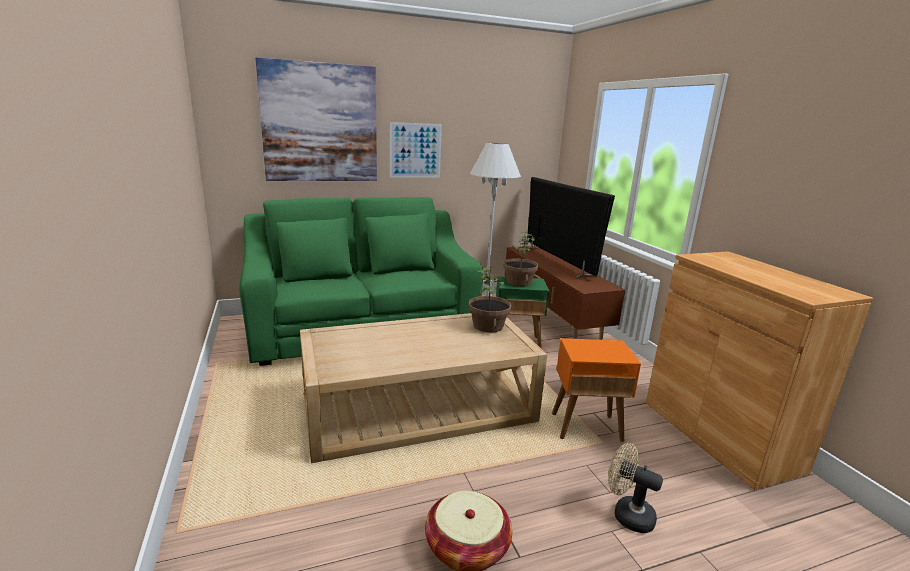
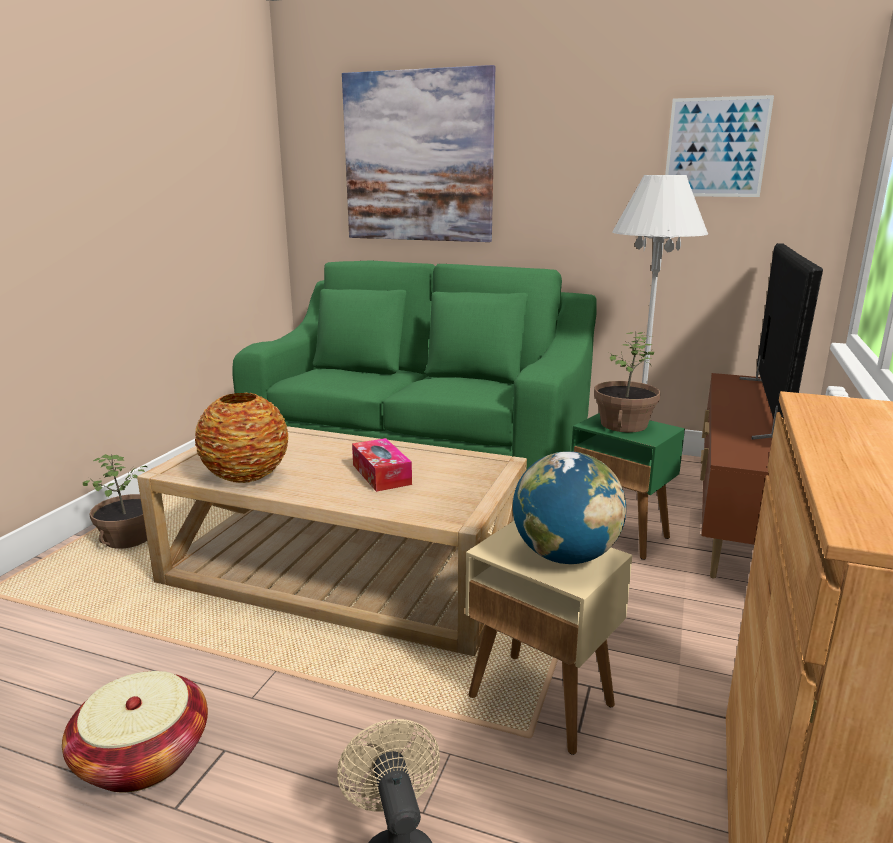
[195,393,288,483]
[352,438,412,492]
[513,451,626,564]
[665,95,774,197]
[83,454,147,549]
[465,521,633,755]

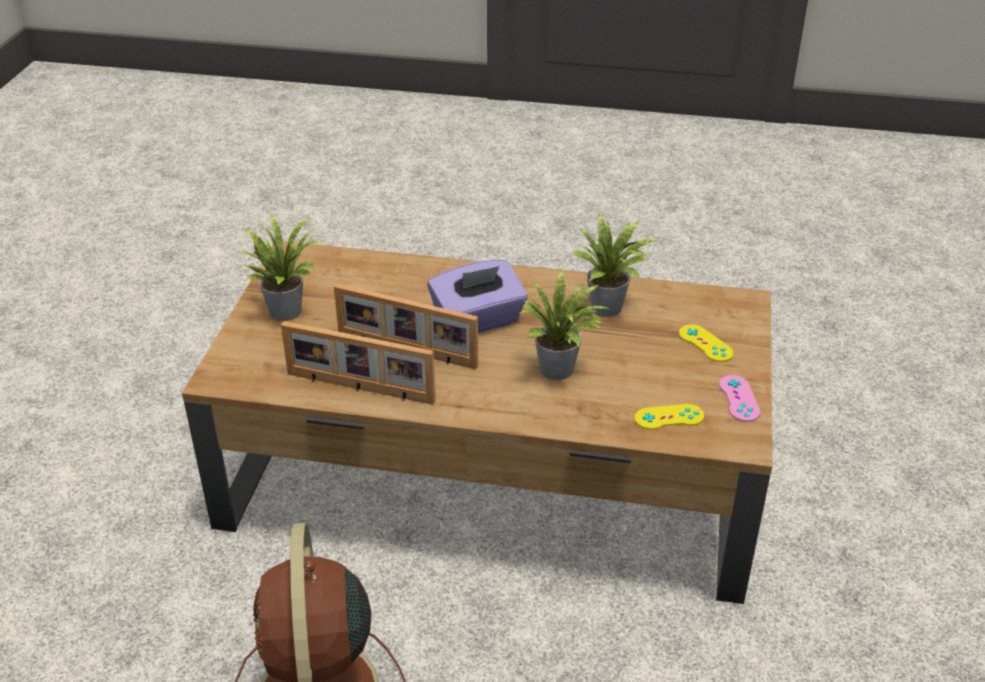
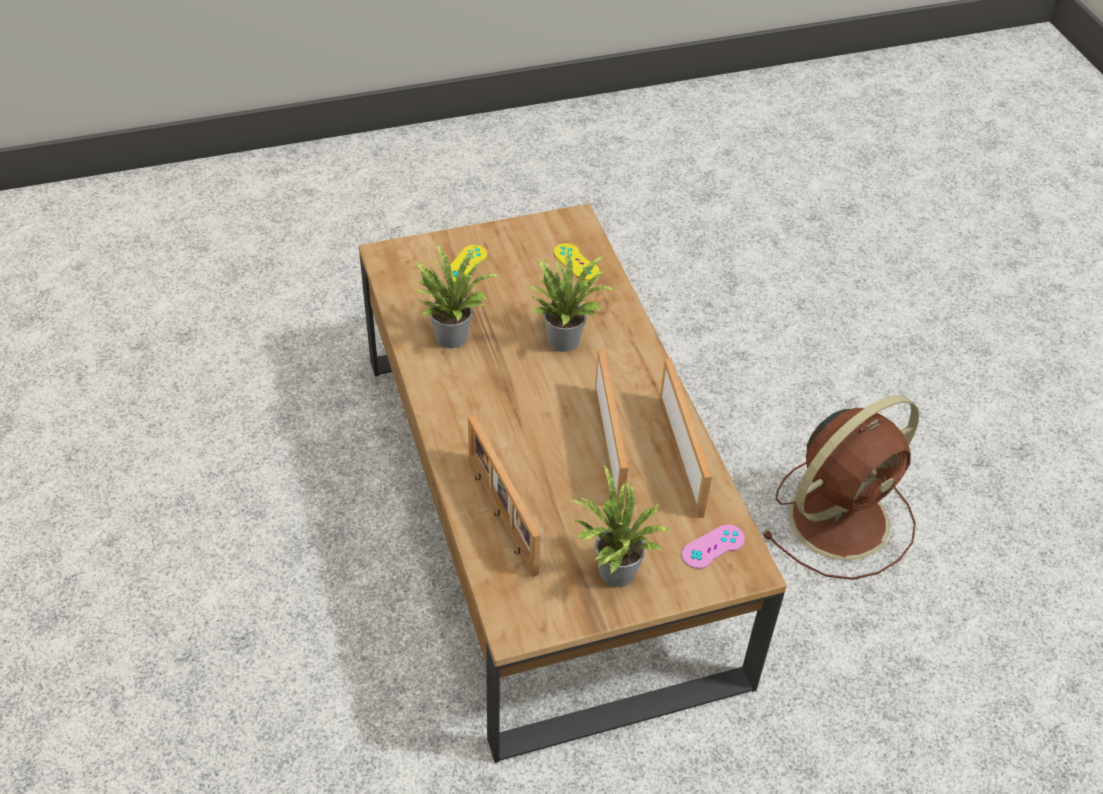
[427,260,528,333] (first image)
[468,415,541,577]
[682,524,745,569]

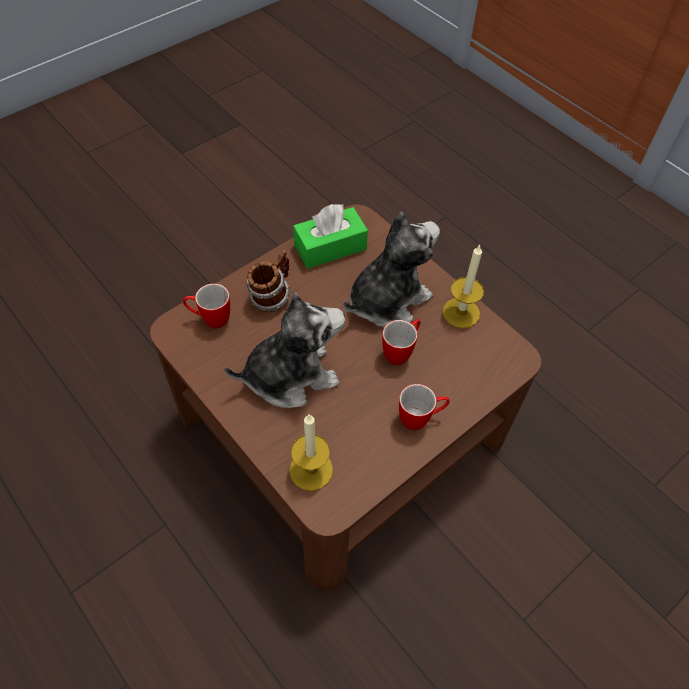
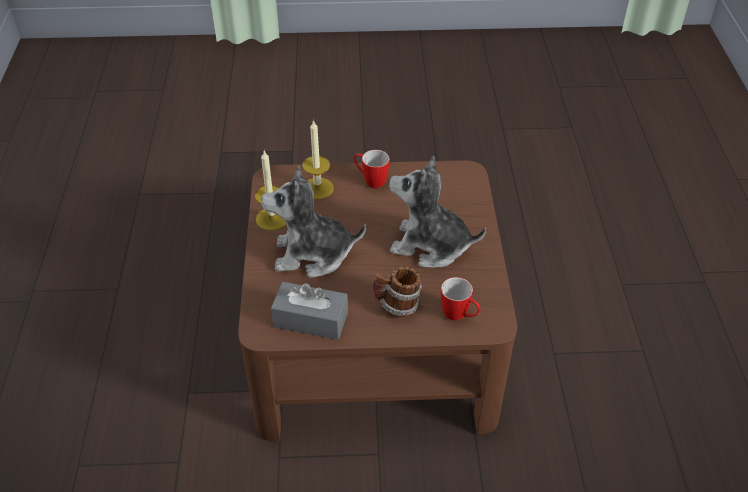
[382,319,420,365] (first image)
[302,120,334,199]
[271,282,348,340]

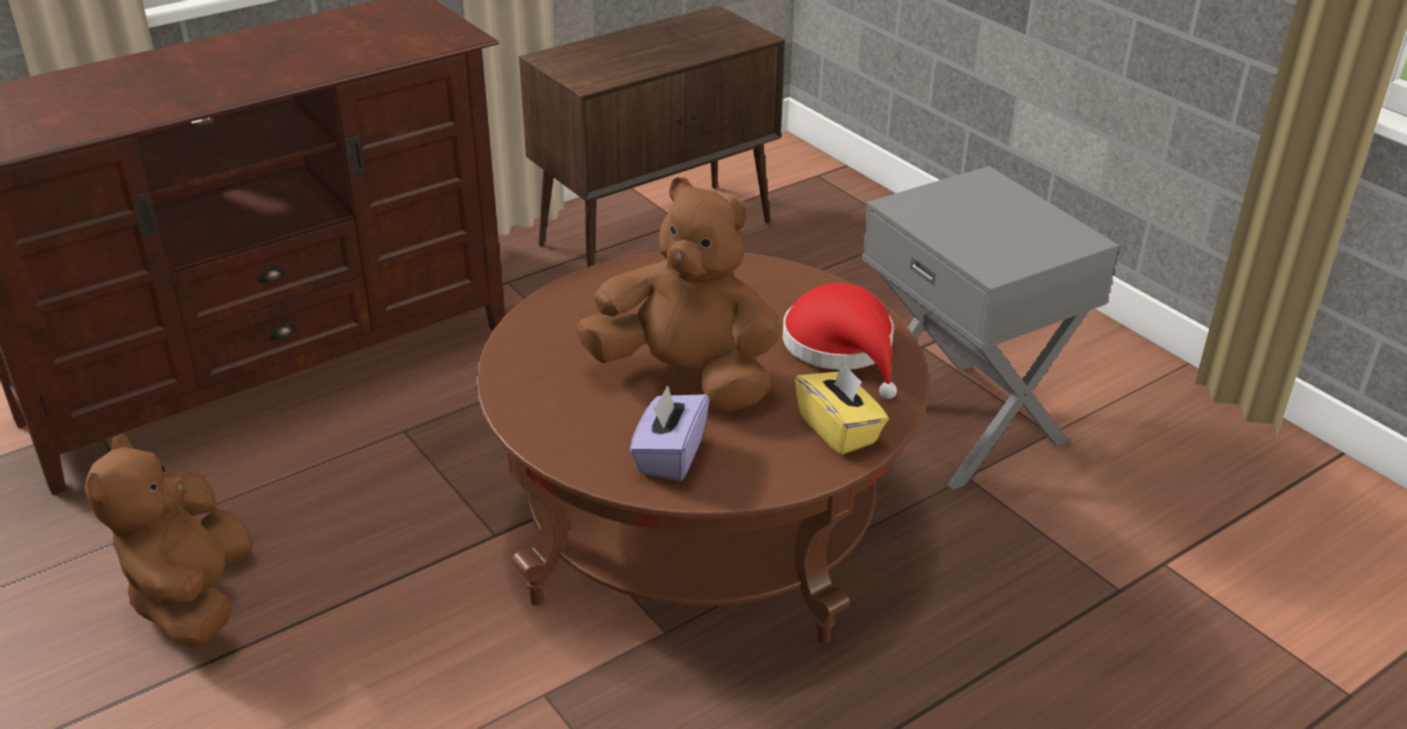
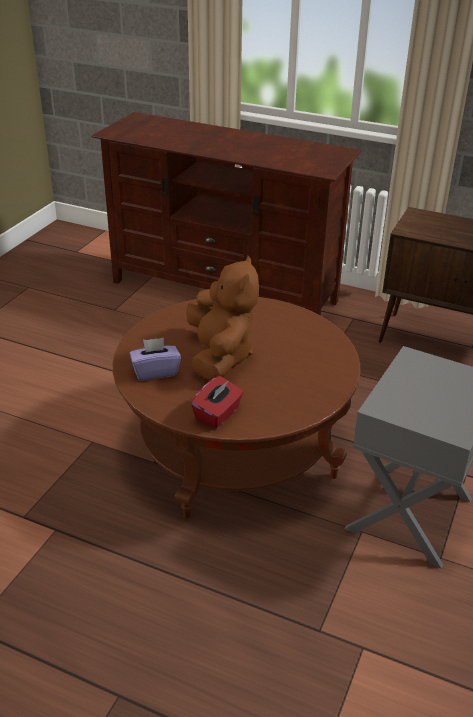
[84,434,253,648] (first image)
[783,283,897,399] (first image)
[191,376,244,428]

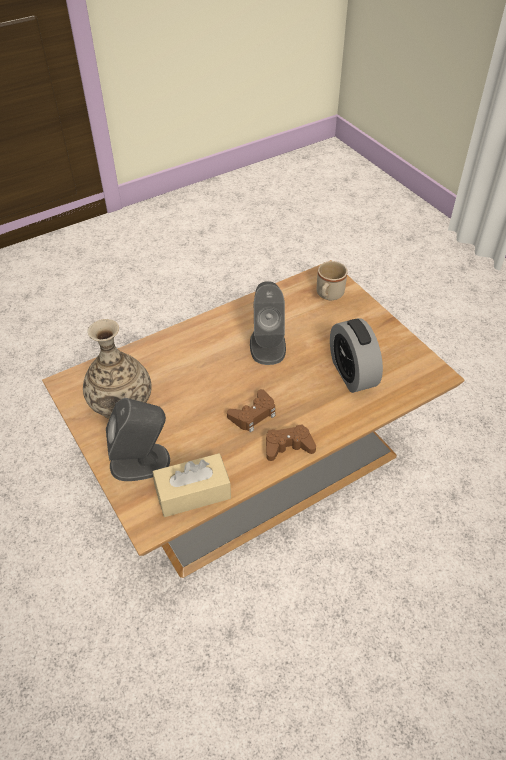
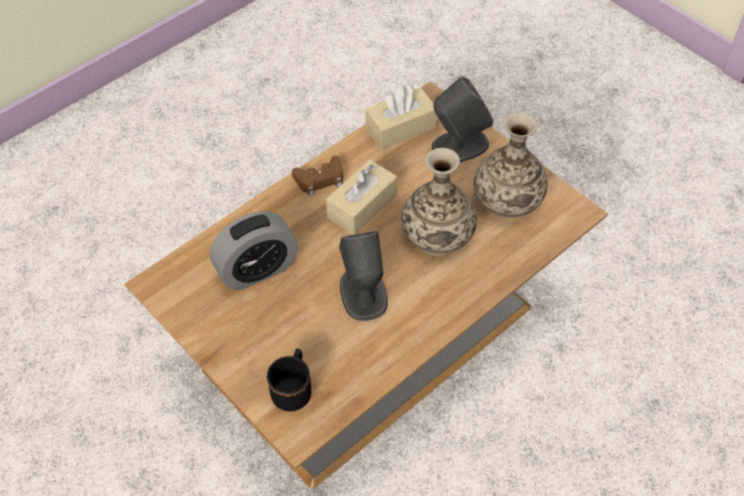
[402,148,477,256]
[326,160,397,235]
[267,349,311,411]
[210,211,298,291]

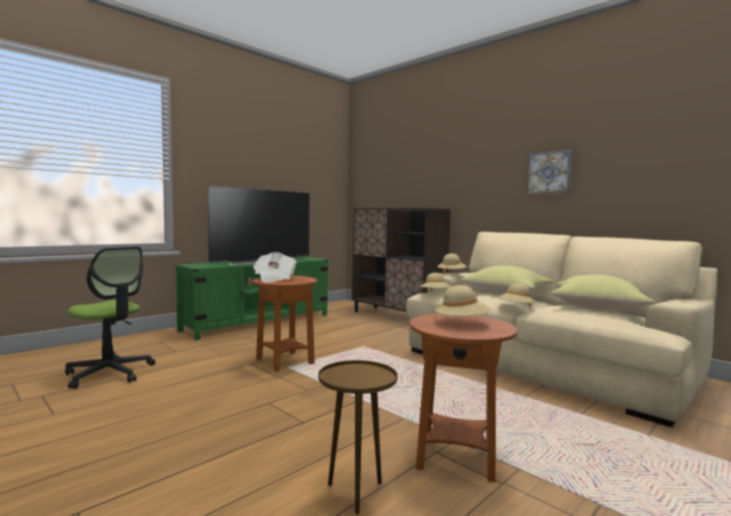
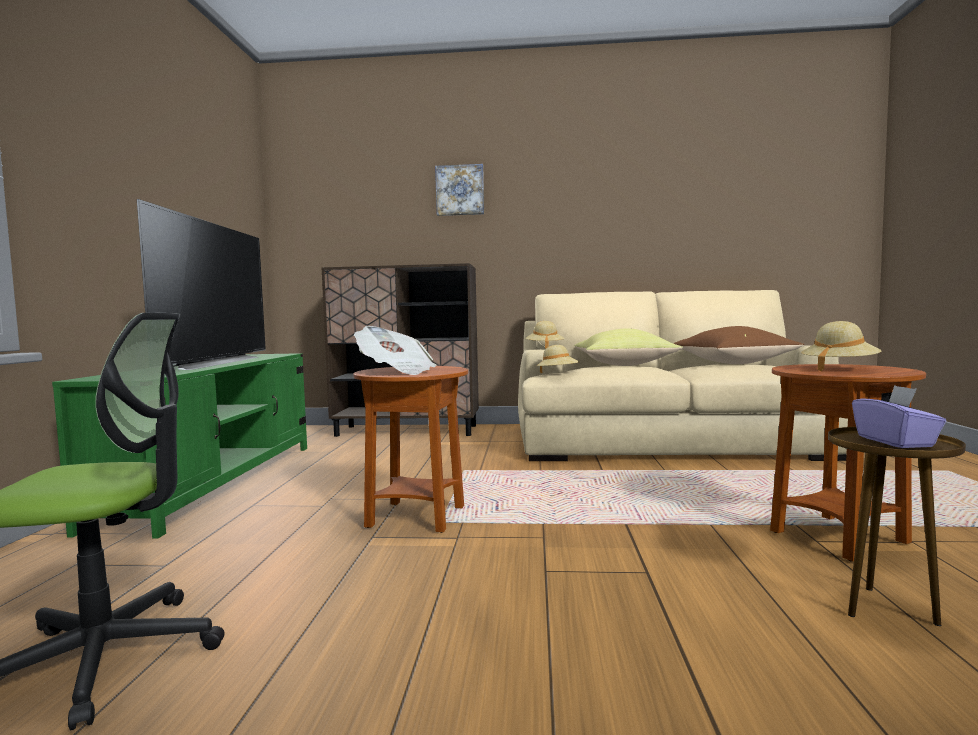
[498,283,536,307] (first image)
[852,385,946,448]
[435,164,484,216]
[673,326,804,364]

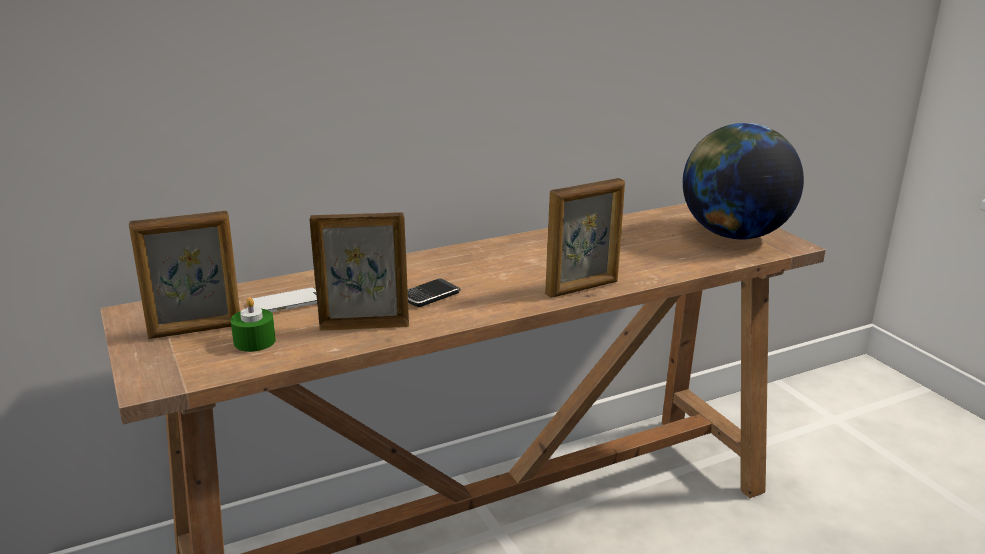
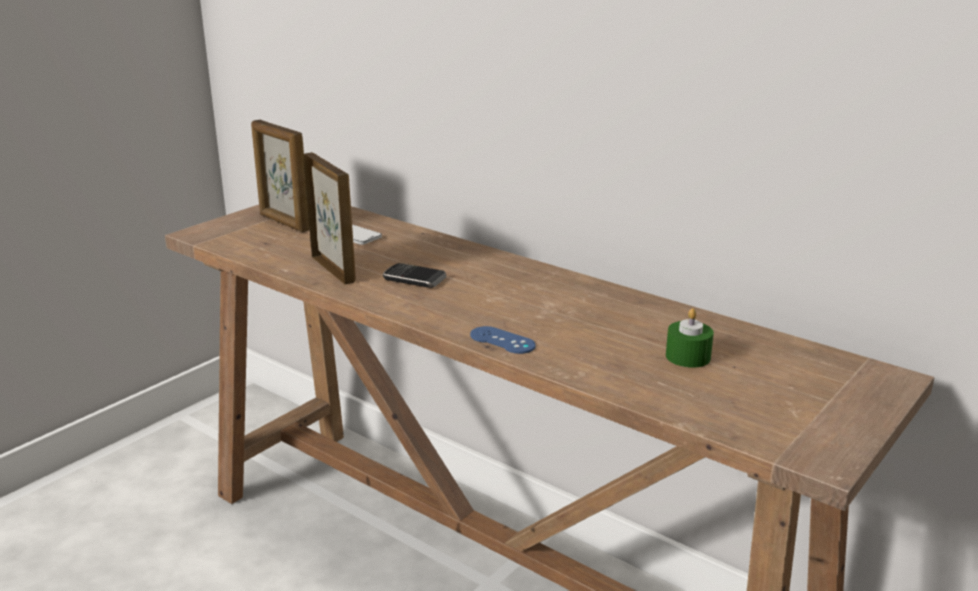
[683,123,804,240] (first image)
[666,308,714,368]
[470,326,536,354]

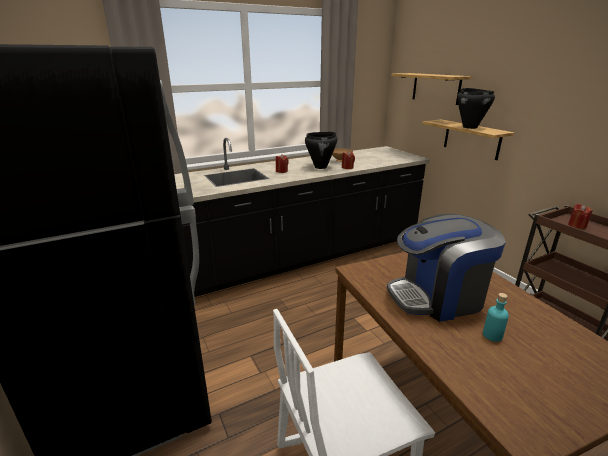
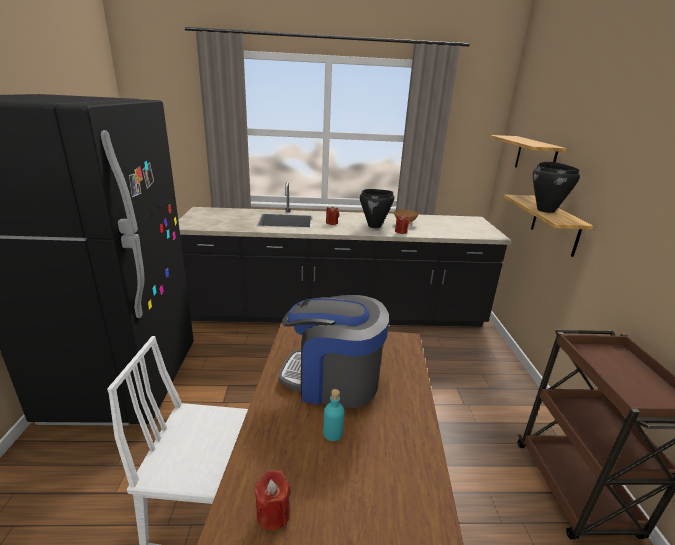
[254,470,291,531]

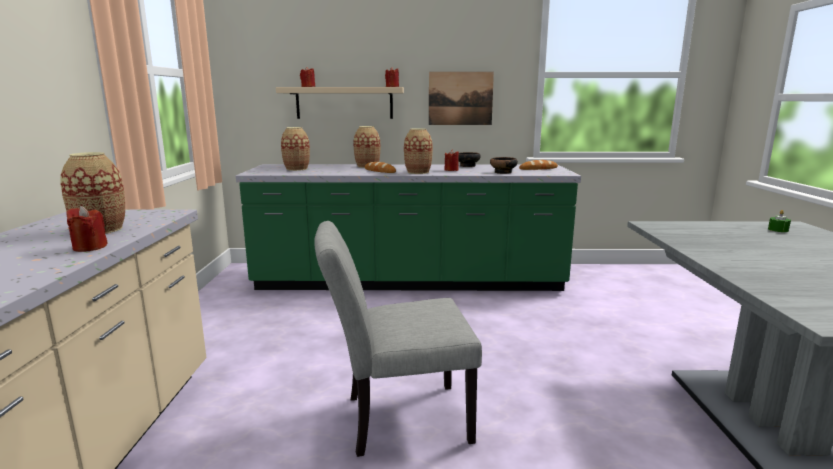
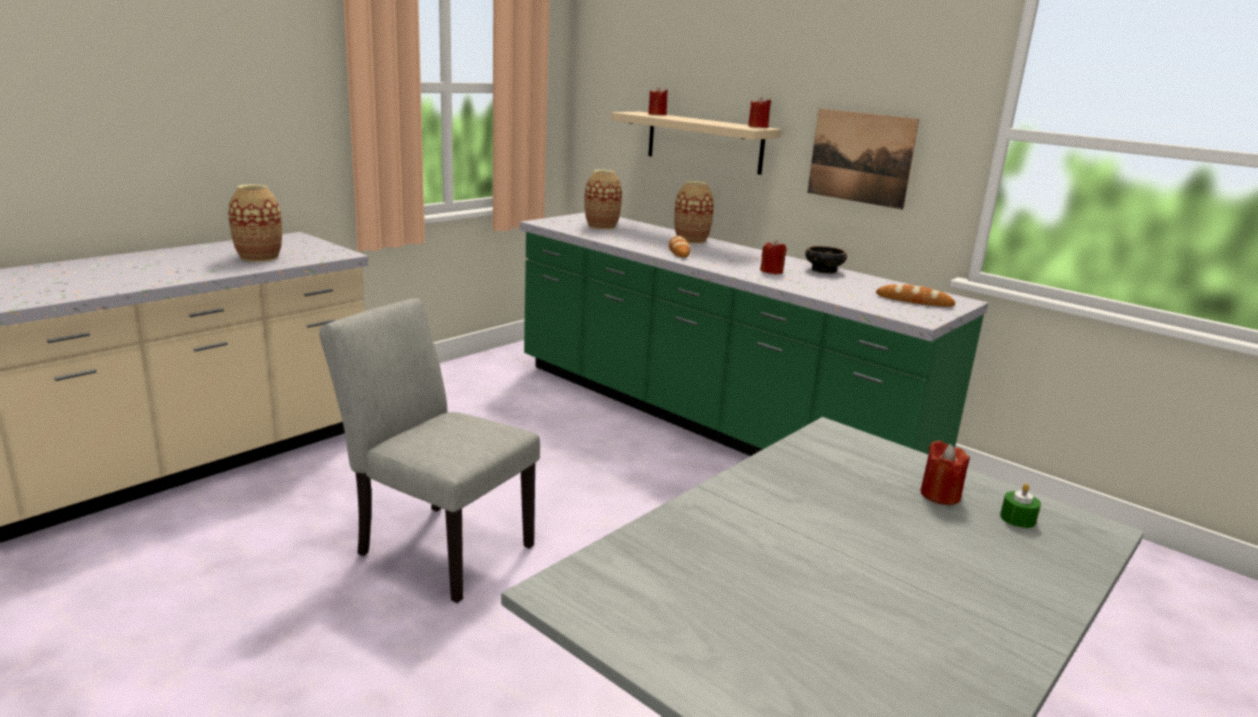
[404,128,433,174] (first image)
[490,157,518,174] (first image)
[921,440,970,505]

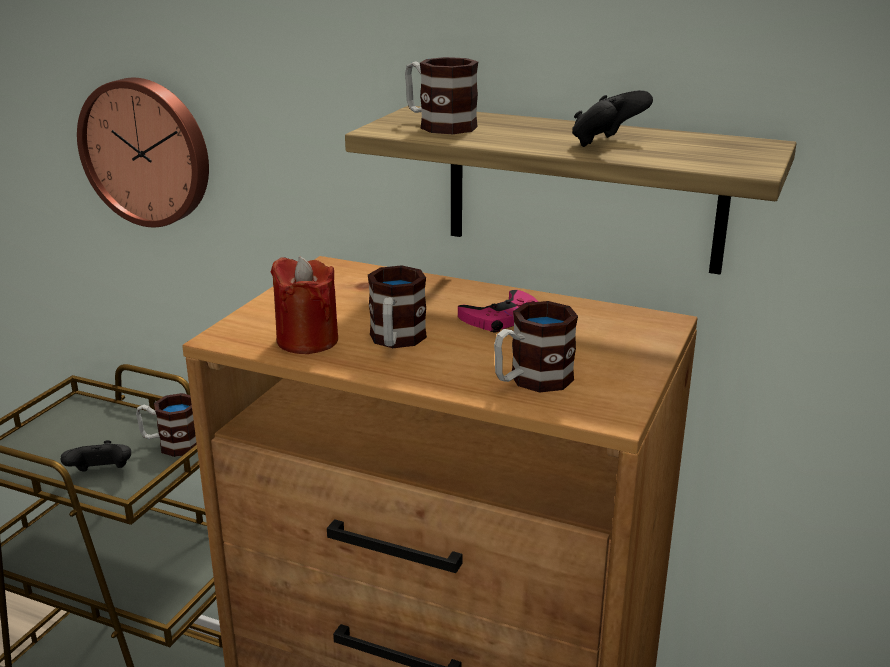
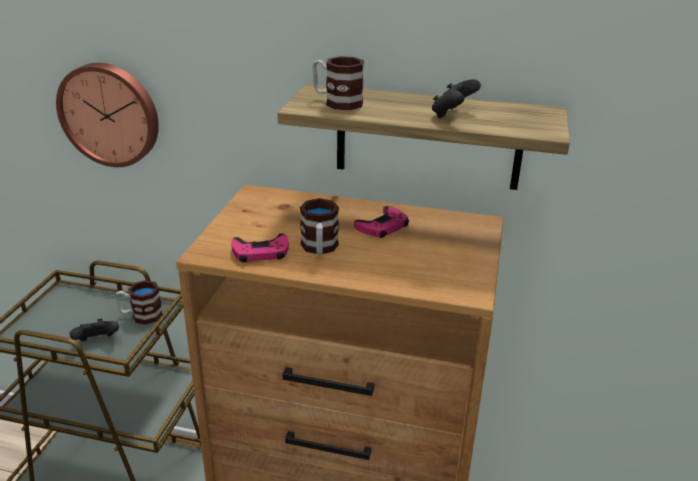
[494,301,578,393] (first image)
[231,233,289,262]

